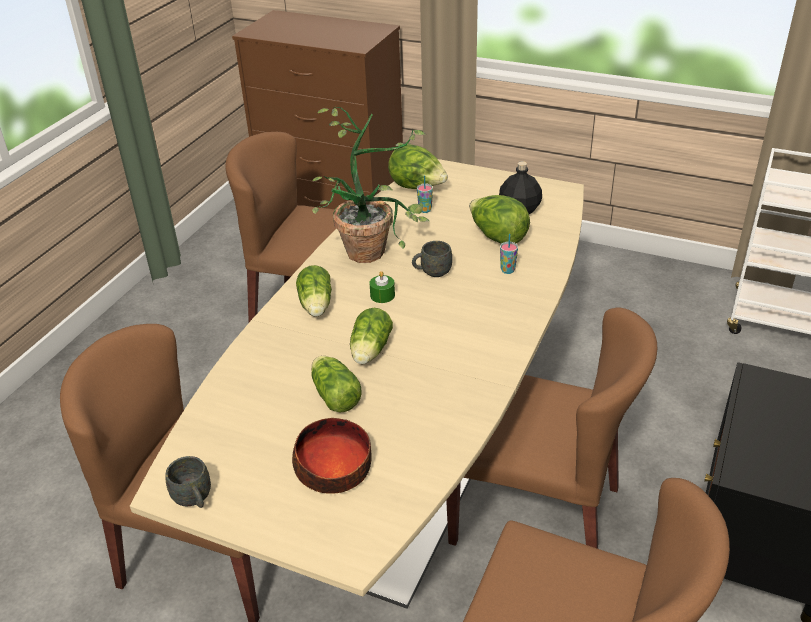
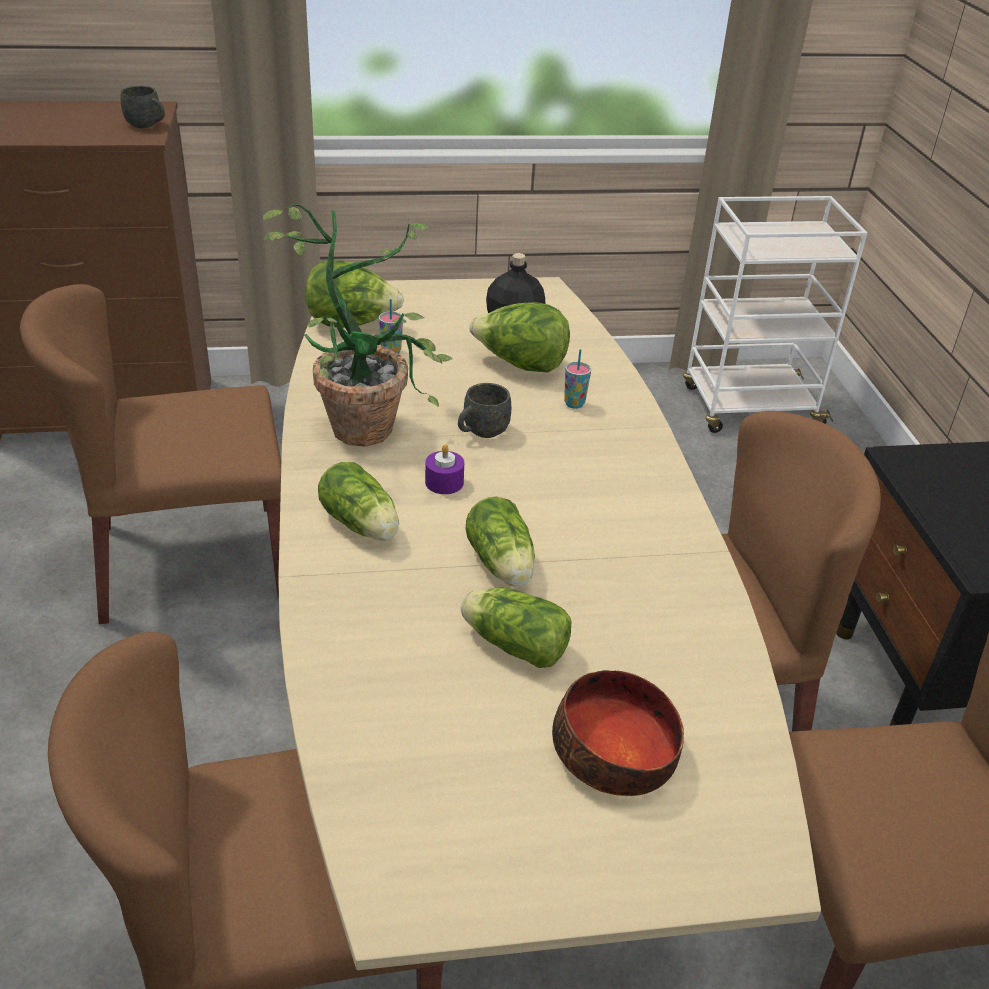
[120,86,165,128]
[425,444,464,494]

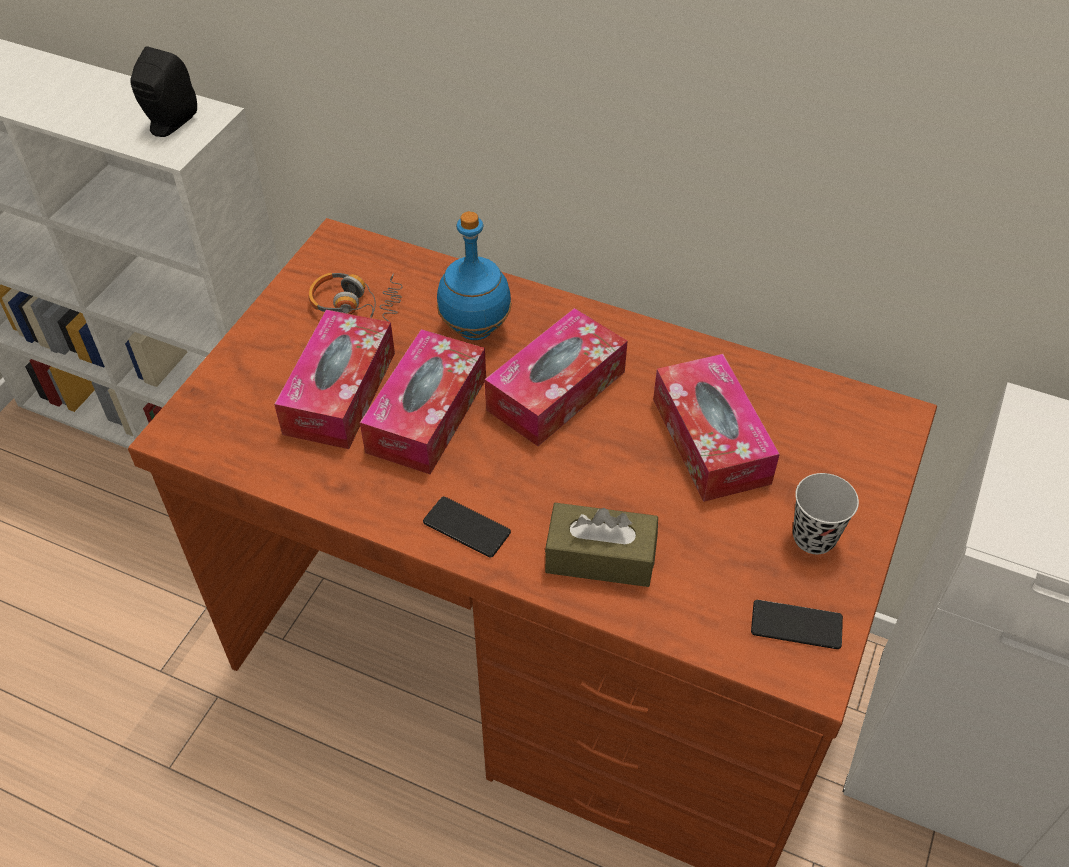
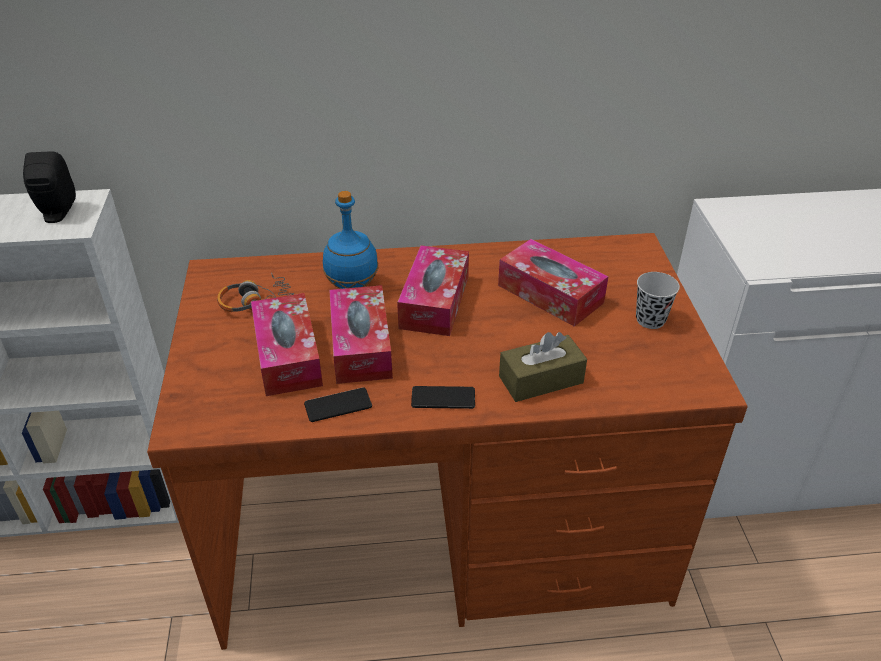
[304,387,372,422]

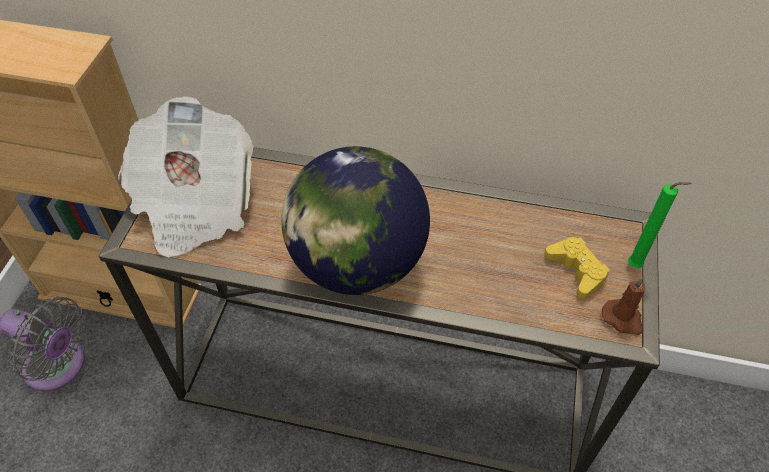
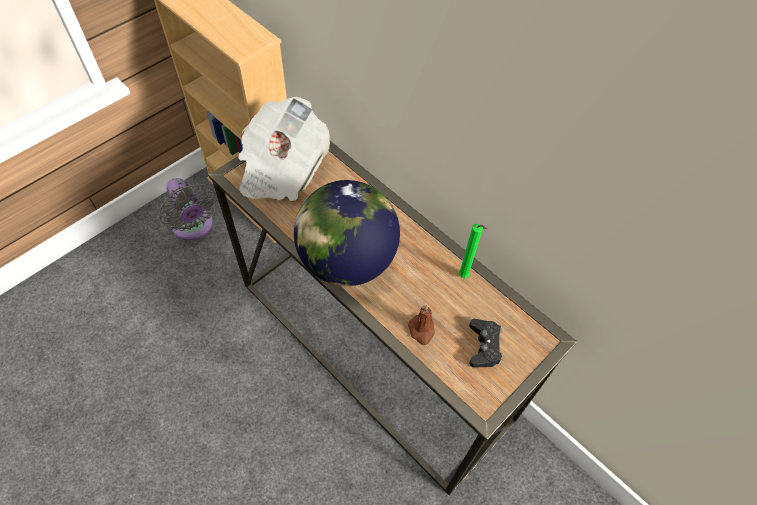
[408,305,435,345]
[458,224,487,278]
[469,319,502,368]

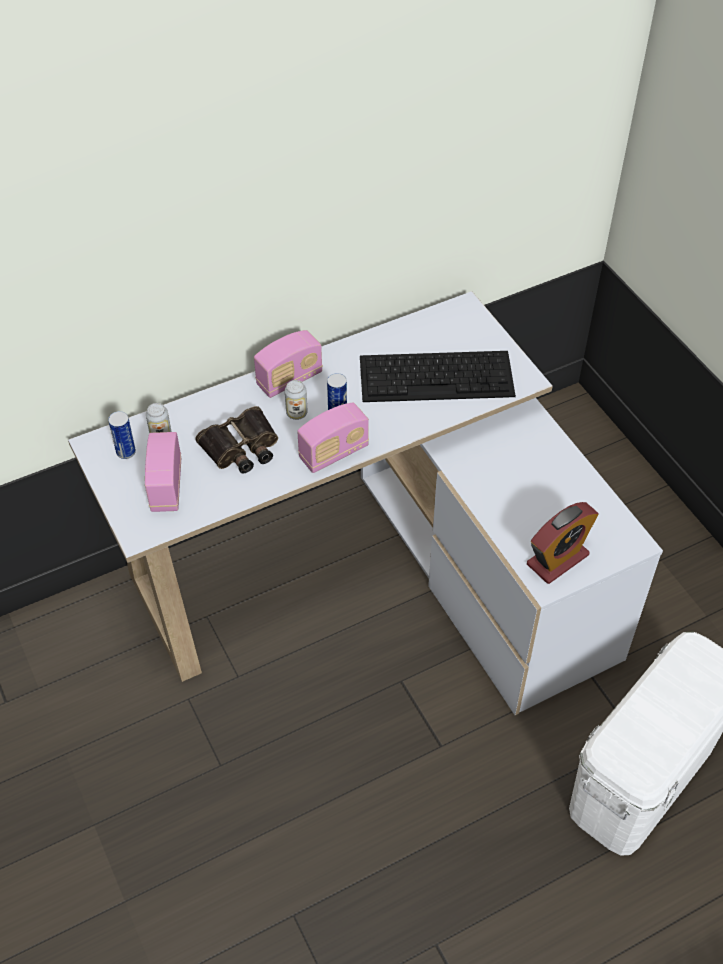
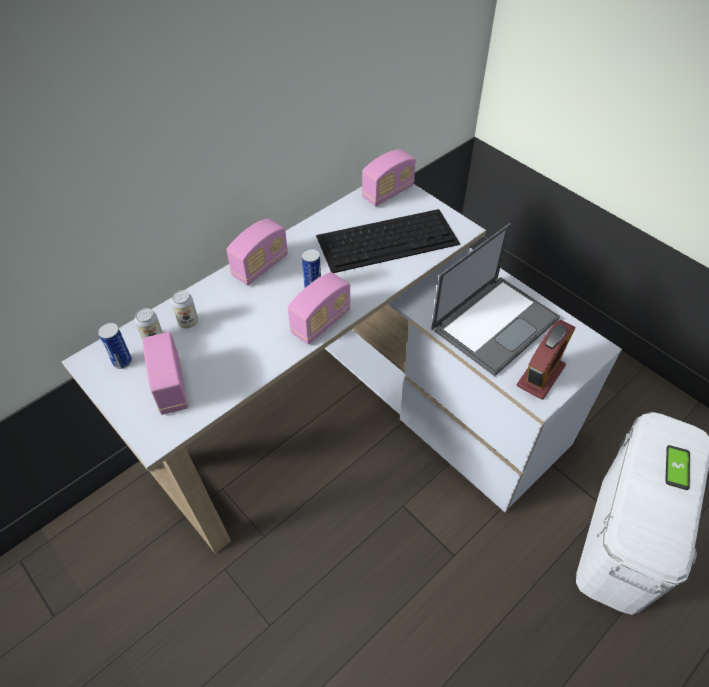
[195,406,278,474] (first image)
[362,149,416,206]
[431,223,560,376]
[665,445,690,490]
[171,290,198,328]

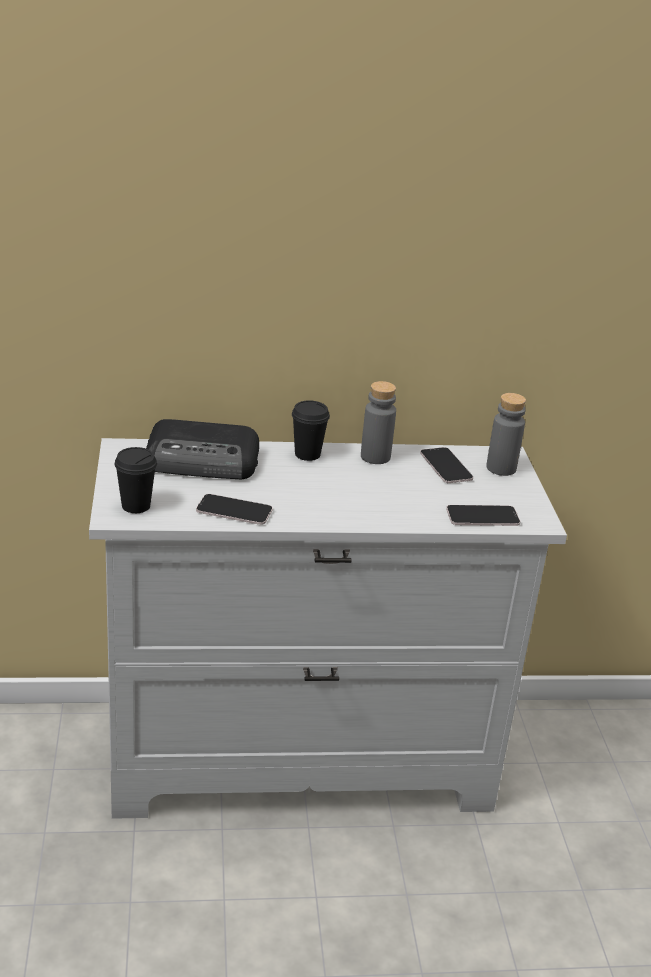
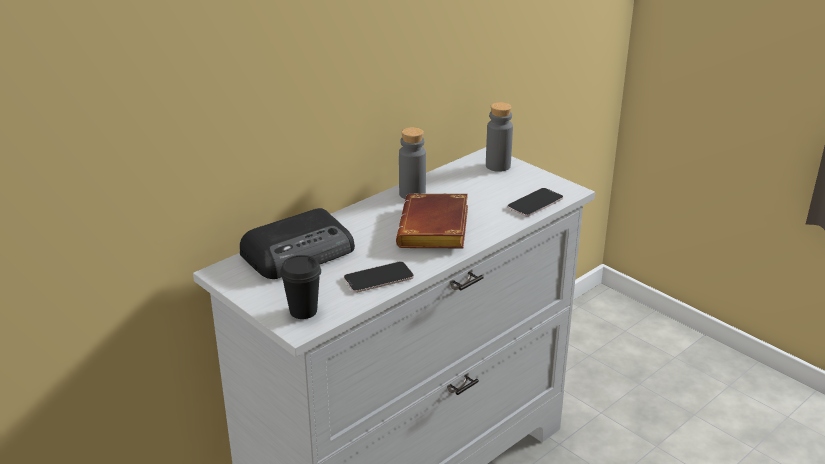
[292,401,330,461] (first image)
[420,447,473,483] (first image)
[396,194,468,248]

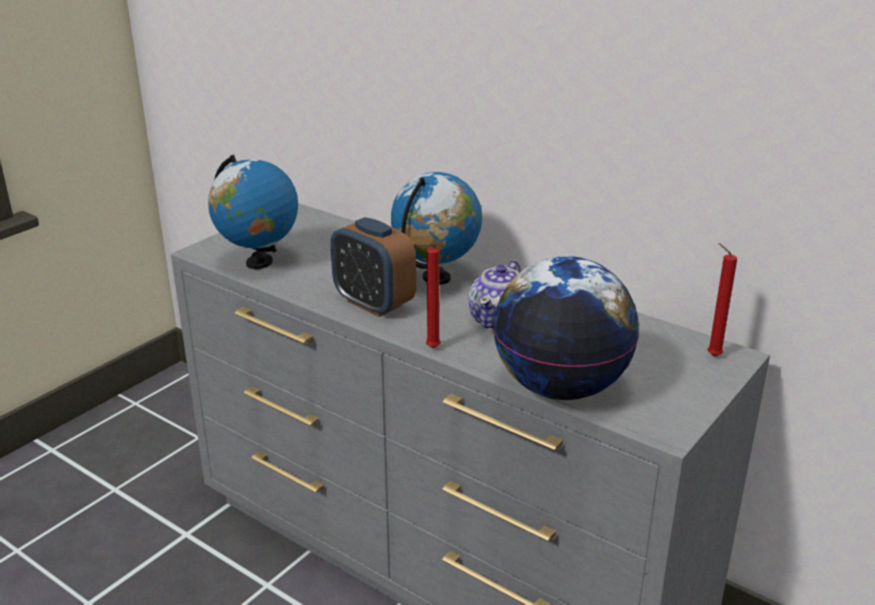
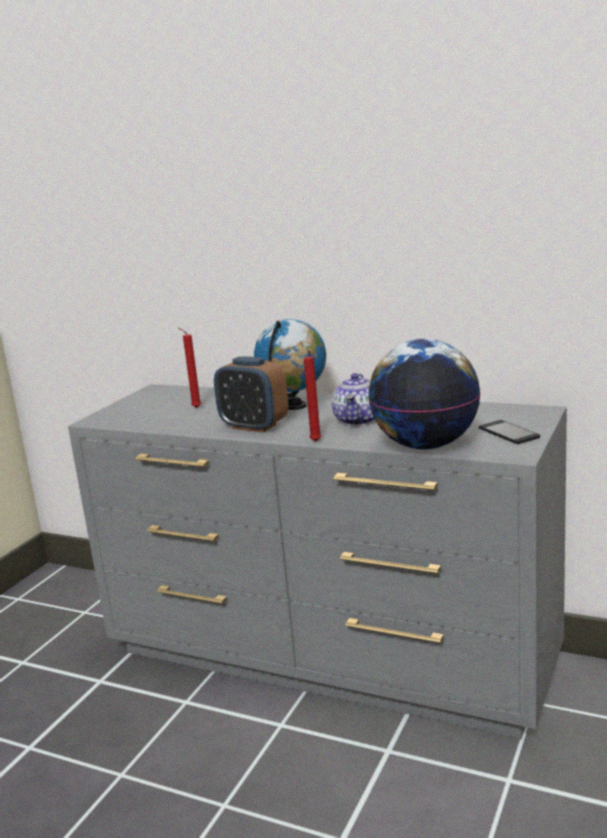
[208,154,298,269] (first image)
[479,420,540,444]
[178,327,201,408]

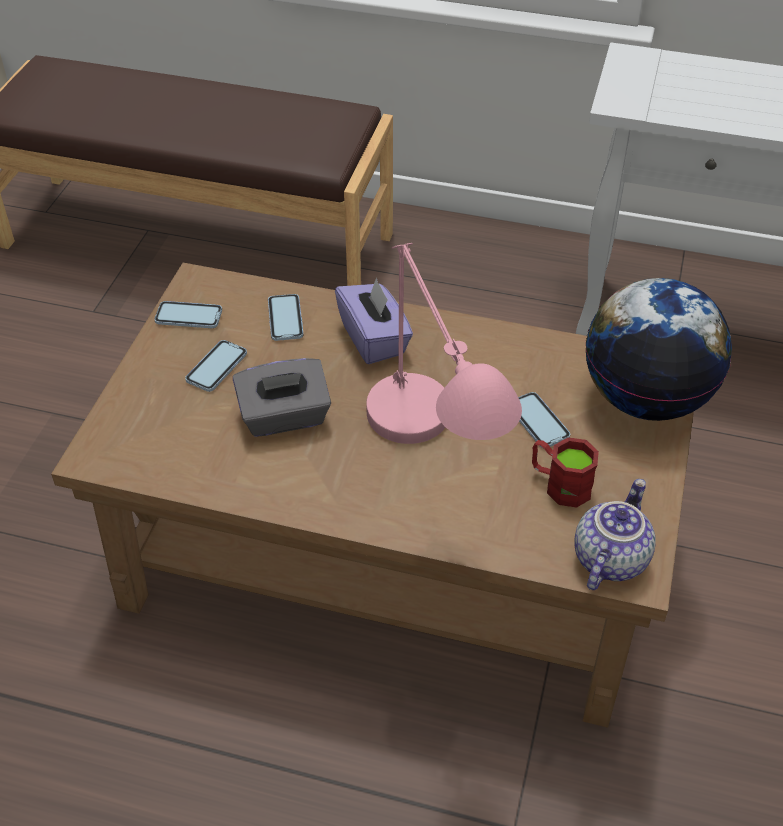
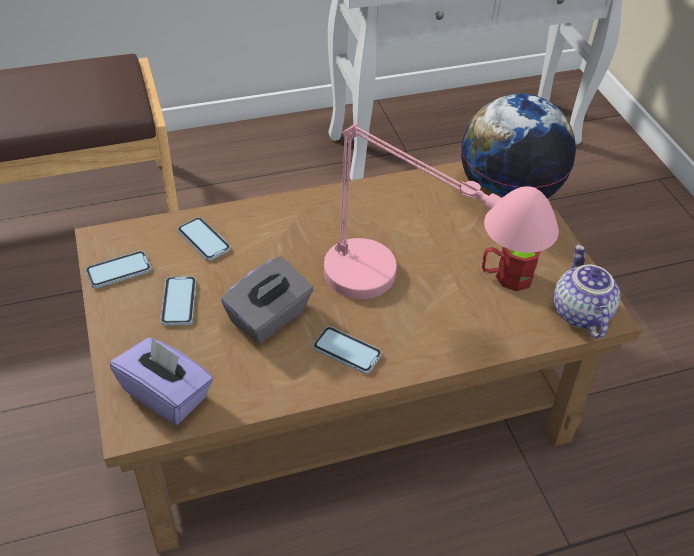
[110,337,213,425]
[313,326,382,374]

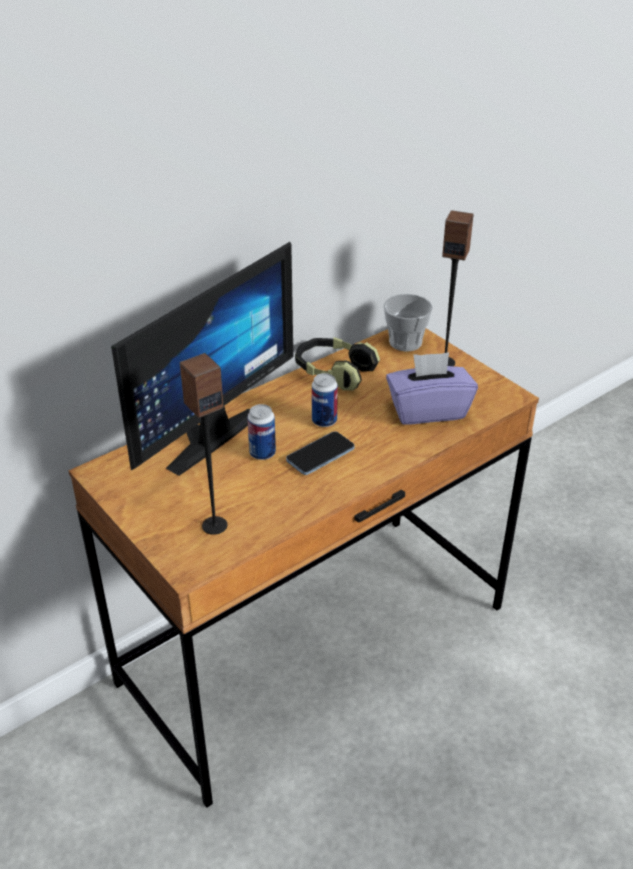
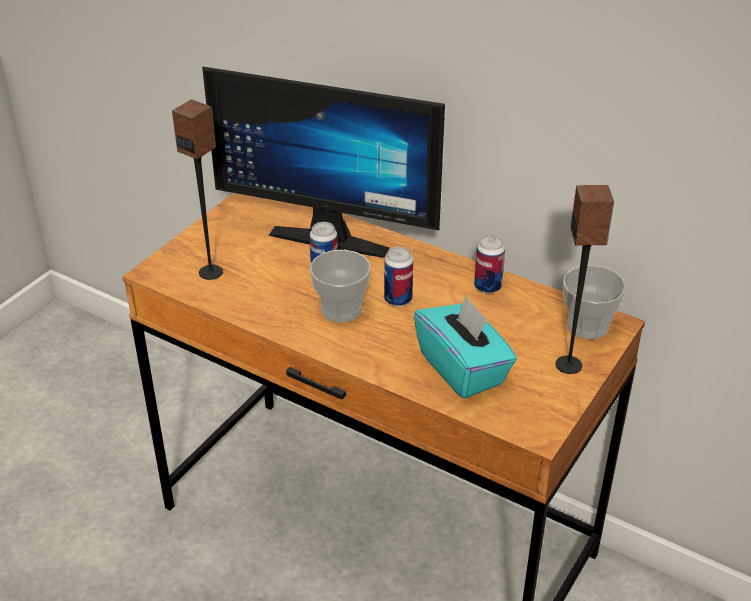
[310,250,371,322]
[474,235,505,293]
[414,296,517,399]

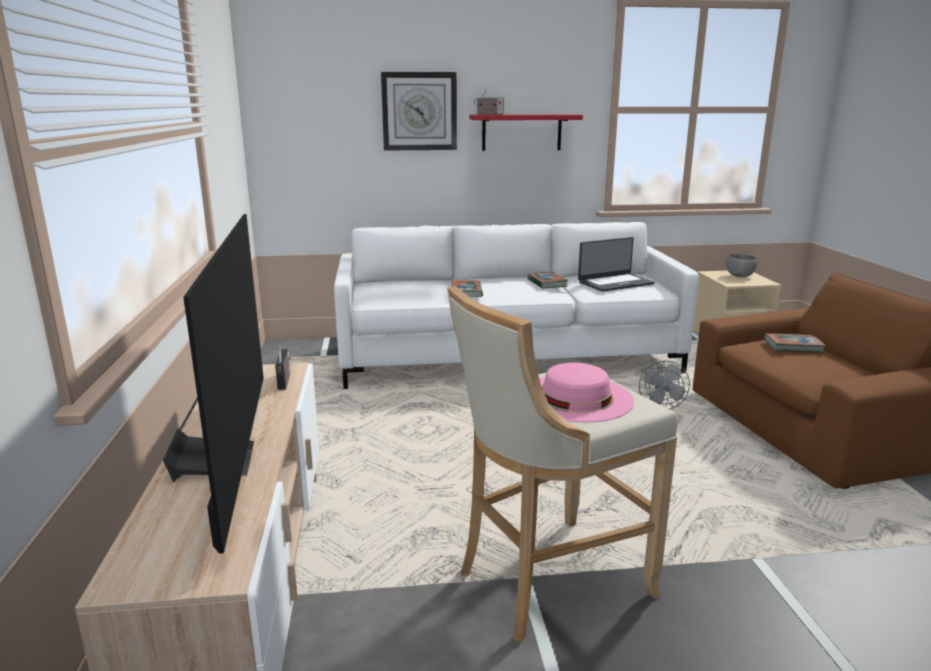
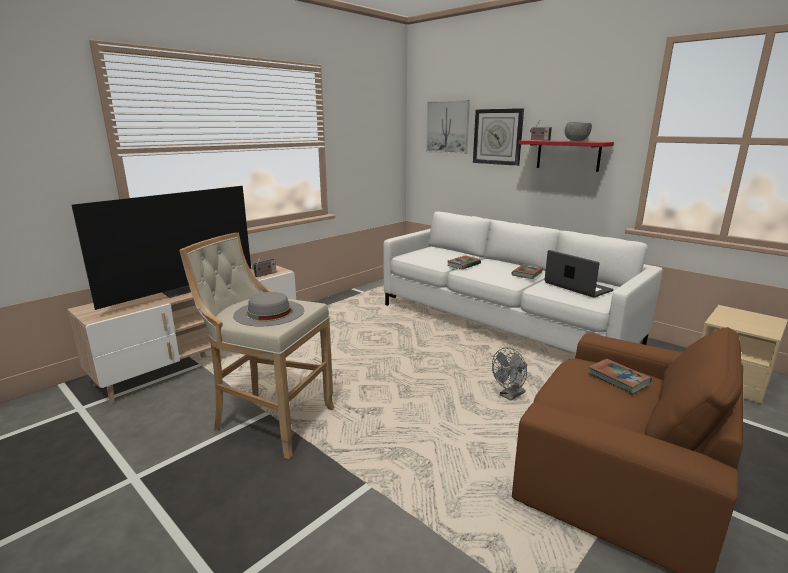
[426,100,470,154]
[565,122,592,141]
[233,292,304,326]
[544,250,613,298]

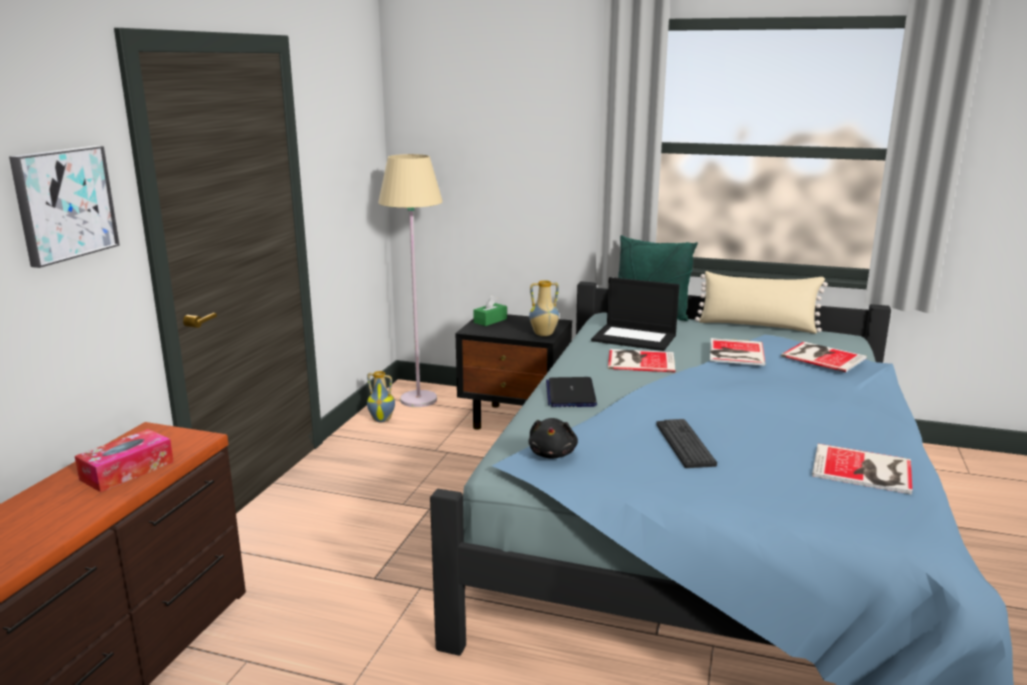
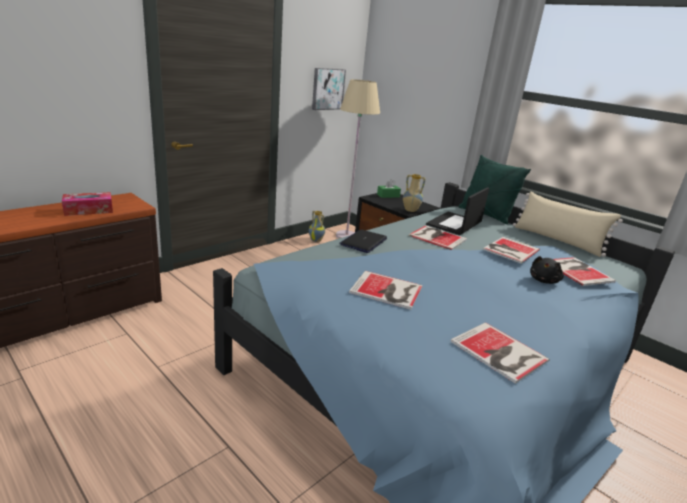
[312,68,346,110]
[530,256,564,284]
[349,271,423,310]
[426,187,489,235]

